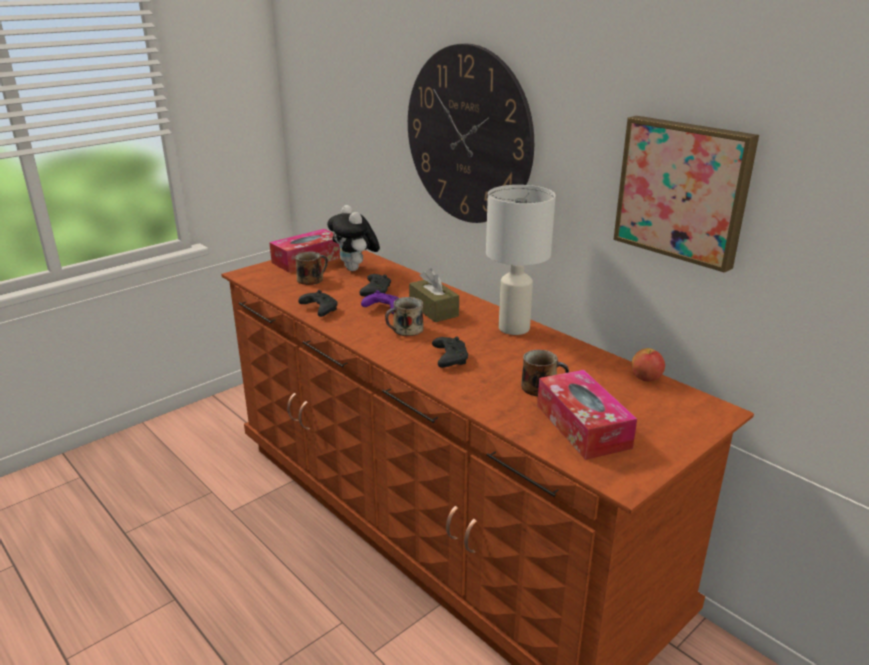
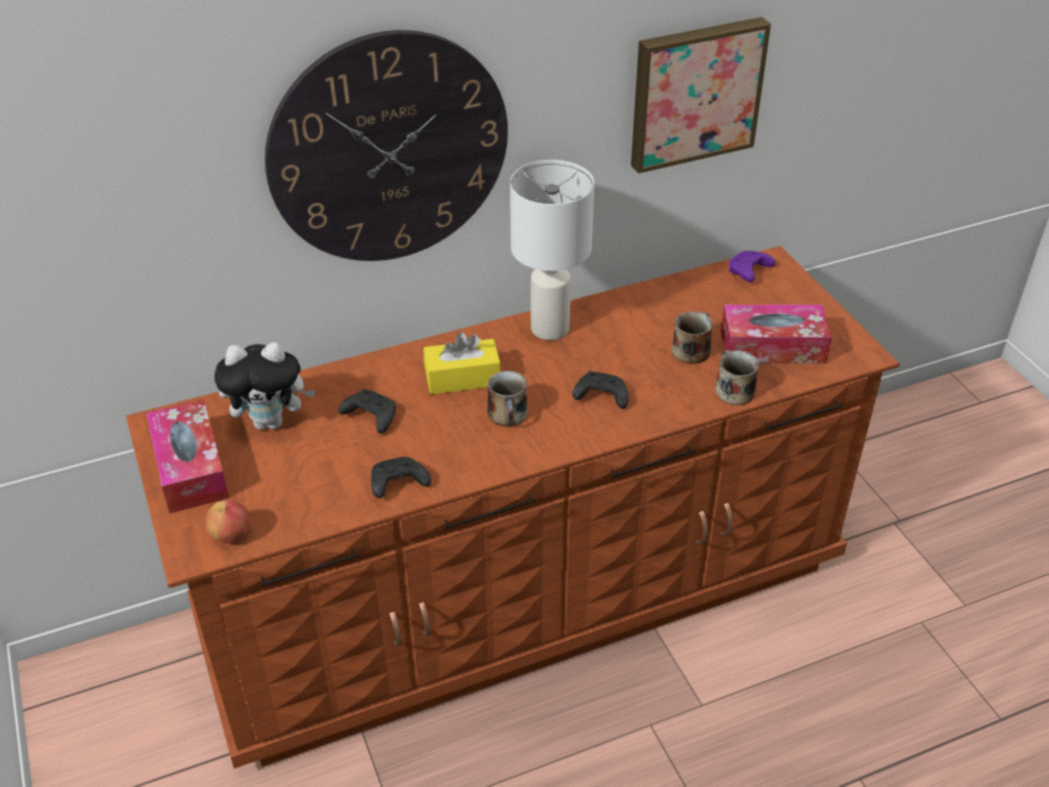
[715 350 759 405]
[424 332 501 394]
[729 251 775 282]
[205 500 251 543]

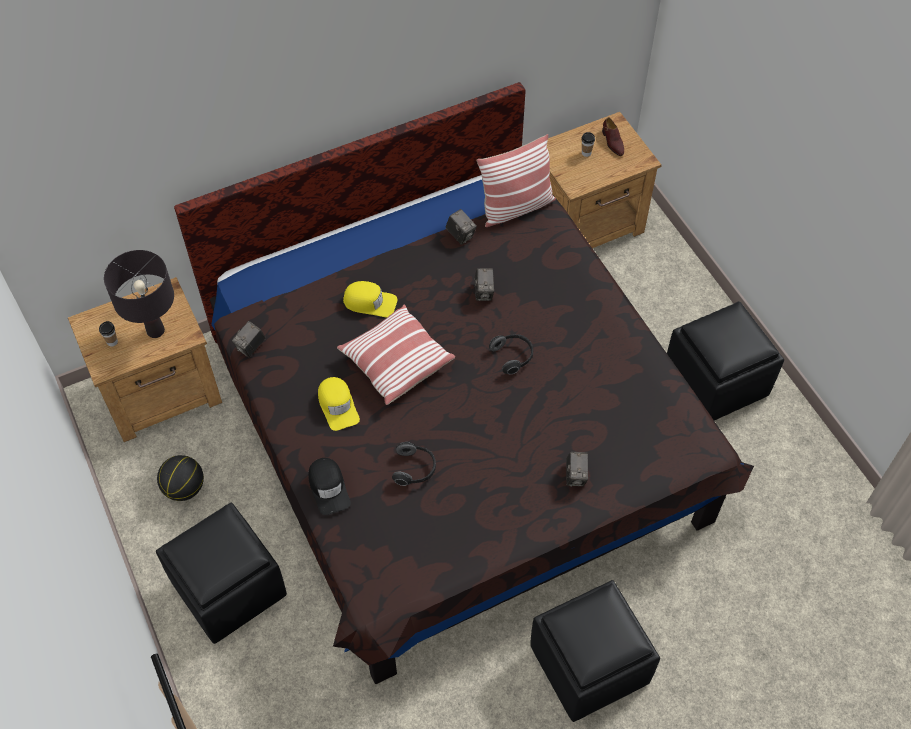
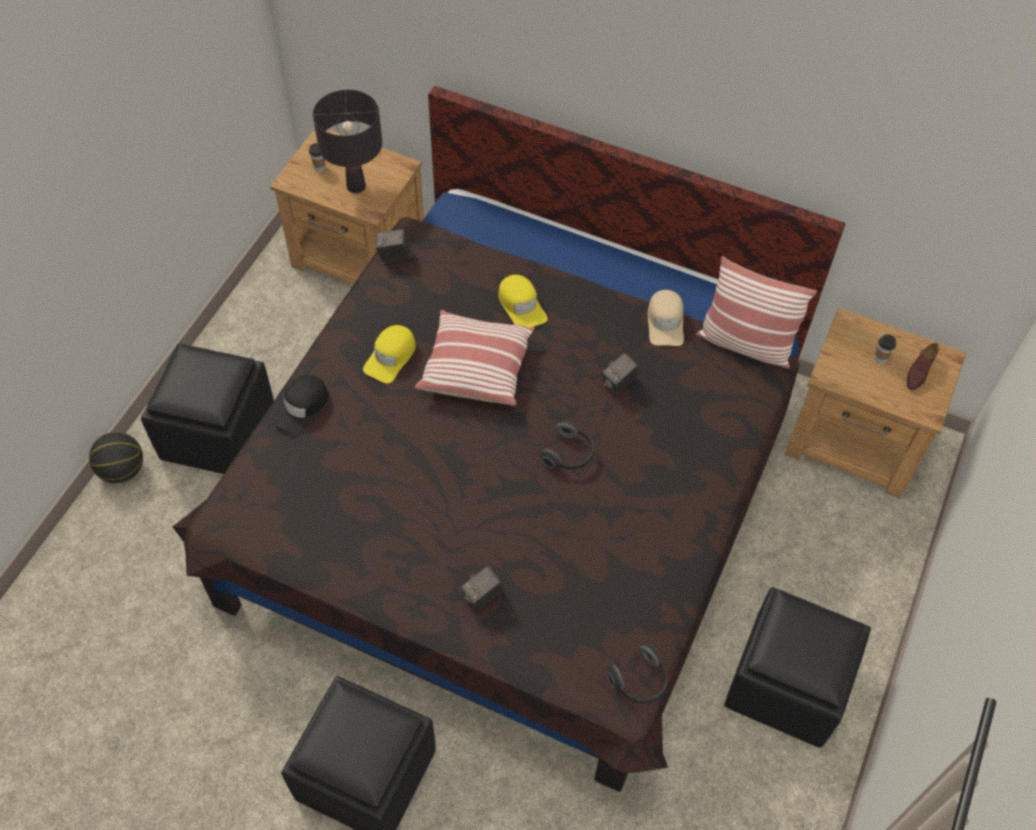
[648 290 684 346]
[607 644 668 704]
[89 432 143 483]

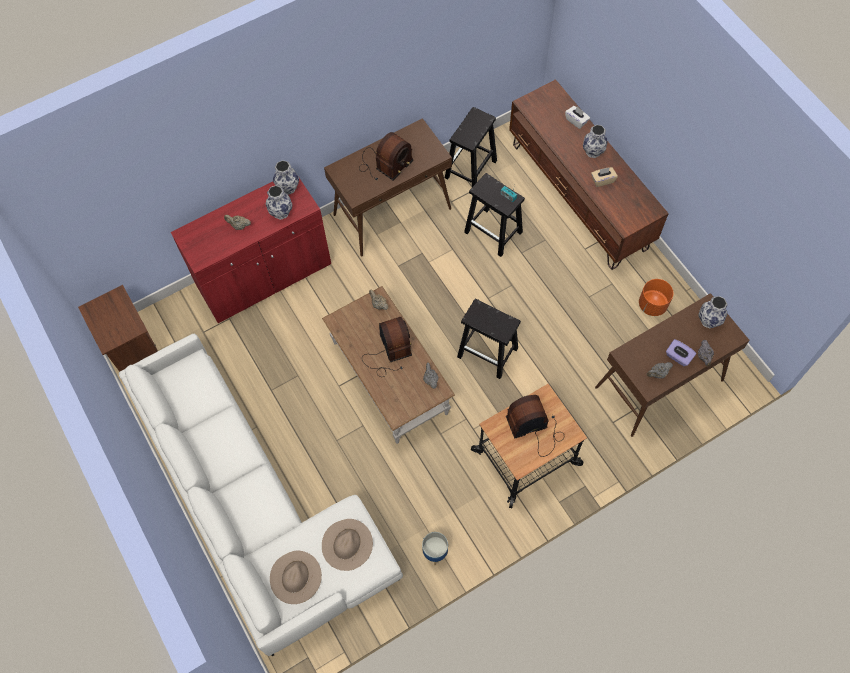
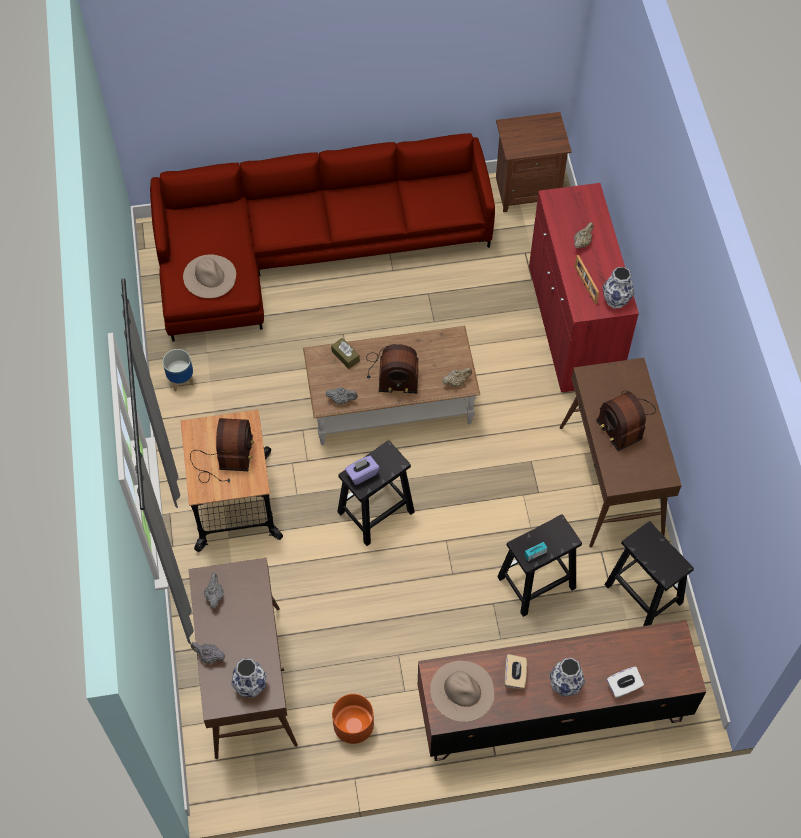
[575 255 599 304]
[150 133 495 342]
[345 456 379 485]
[430 661 494 722]
[331 338 360 369]

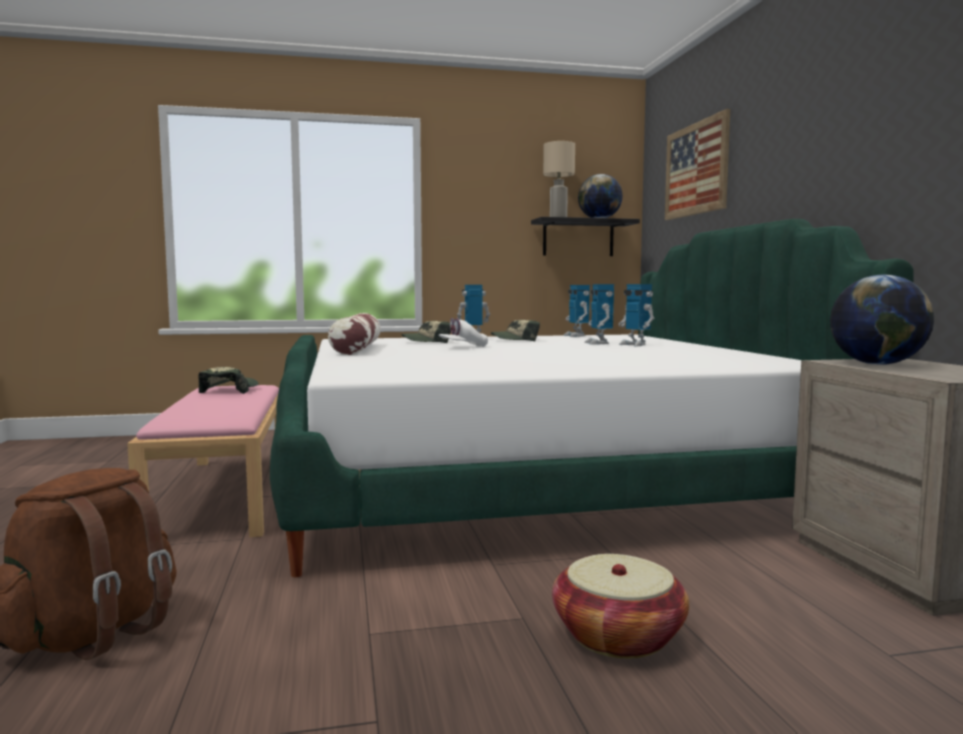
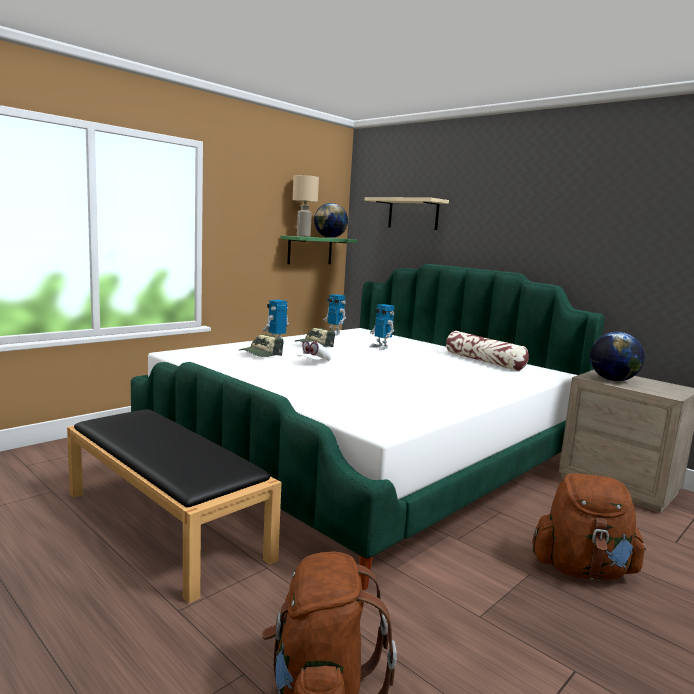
[365 197 449 230]
[280 236 357 264]
[619 284 654 346] (first image)
[446 331 529 371]
[198 367 259 394] (first image)
[67 409 281 603]
[532 473 646 580]

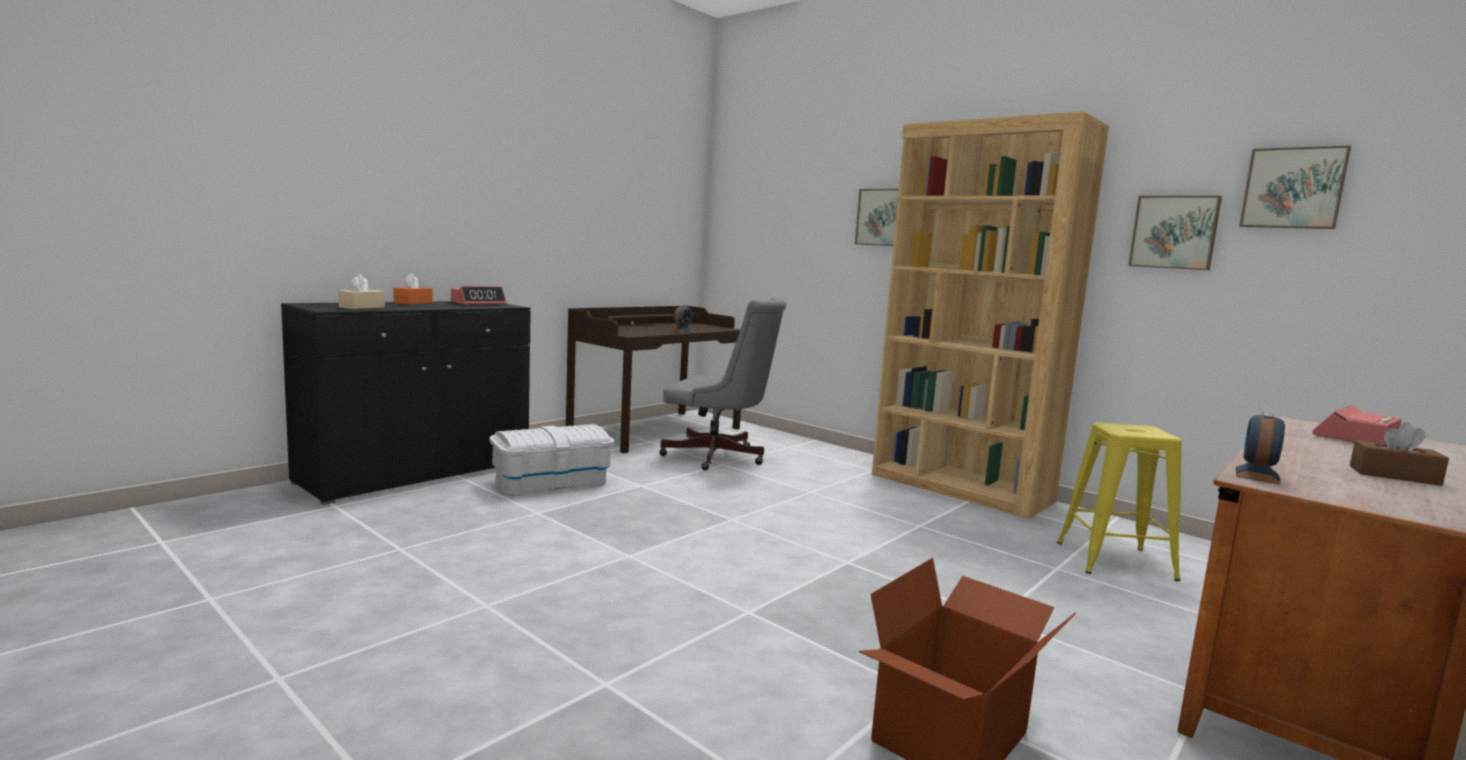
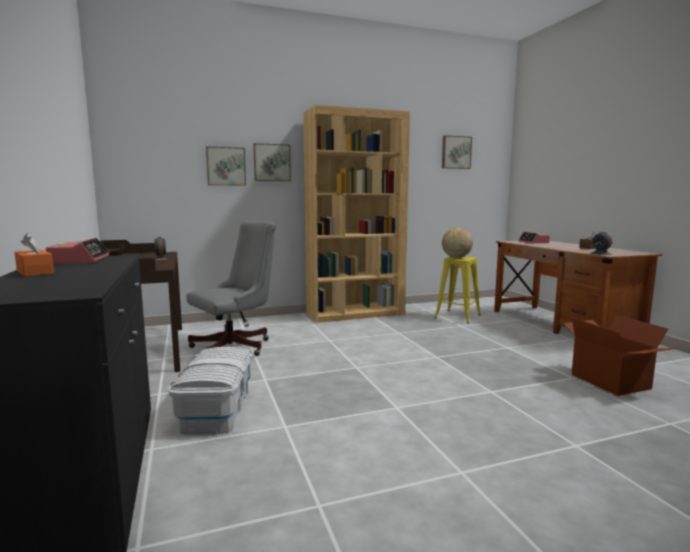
[206 146 246 186]
[338 274 385 309] (first image)
[442 228 473 258]

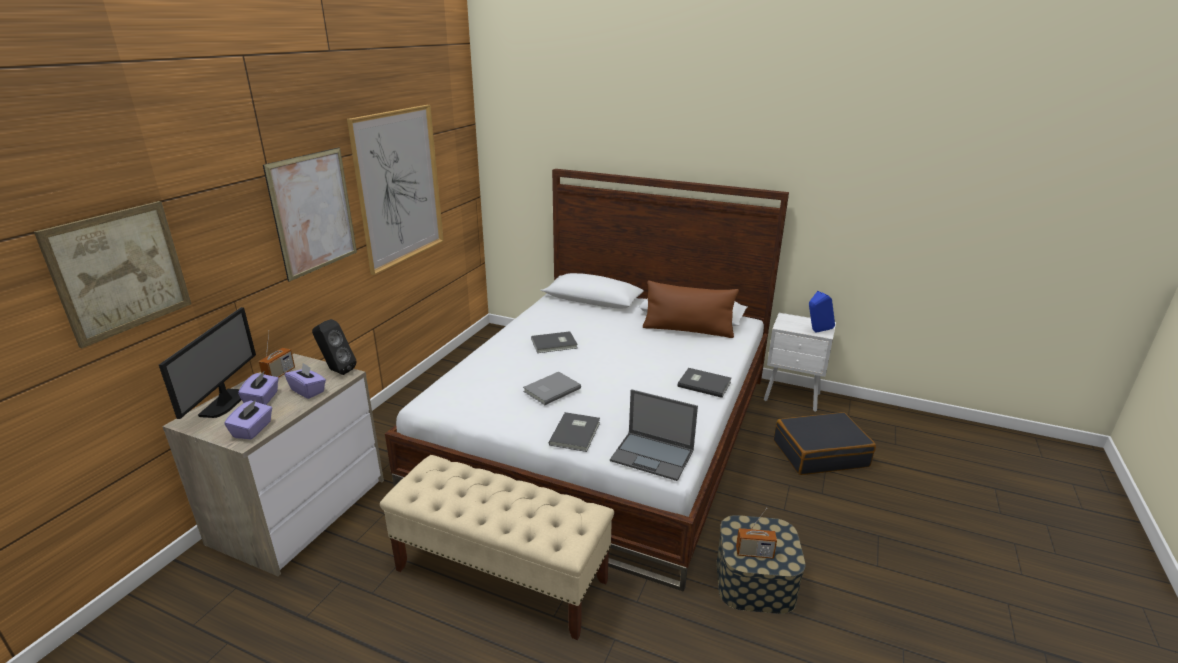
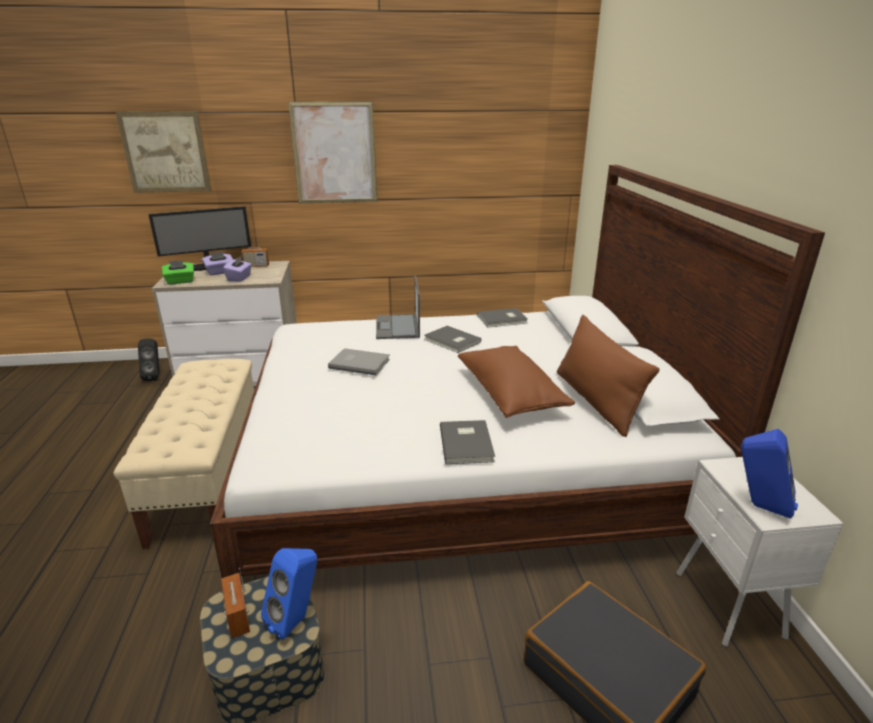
[347 105 444 275] (first image)
[138 339 160 381]
[376 276 420 339]
[162 260 194 285]
[477 308 528 327]
[458 346 575 418]
[261 548 317 640]

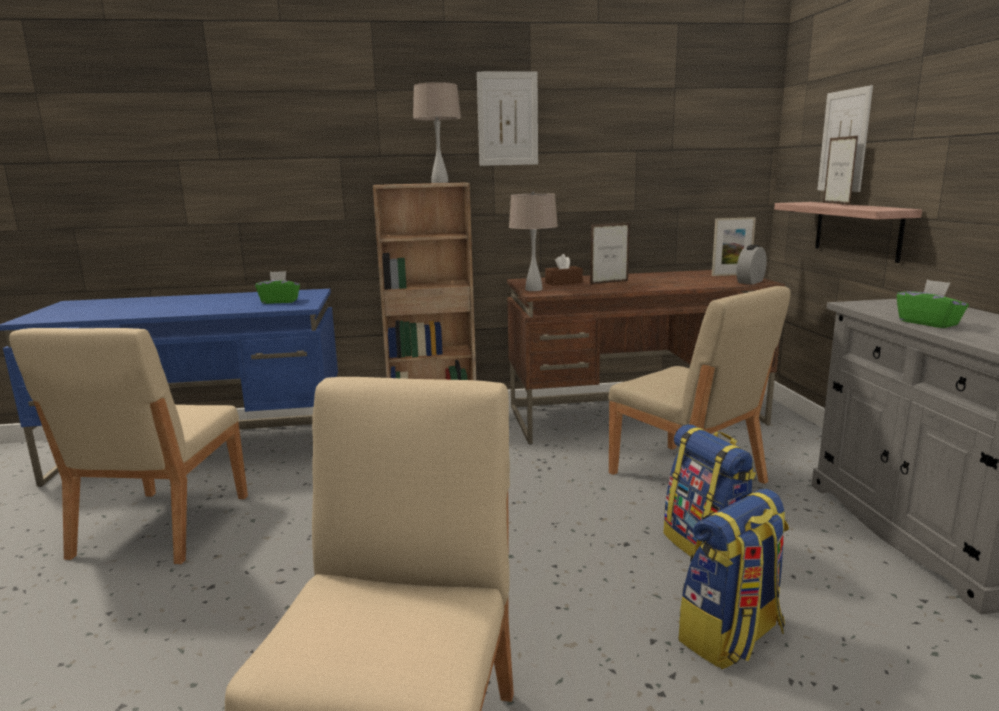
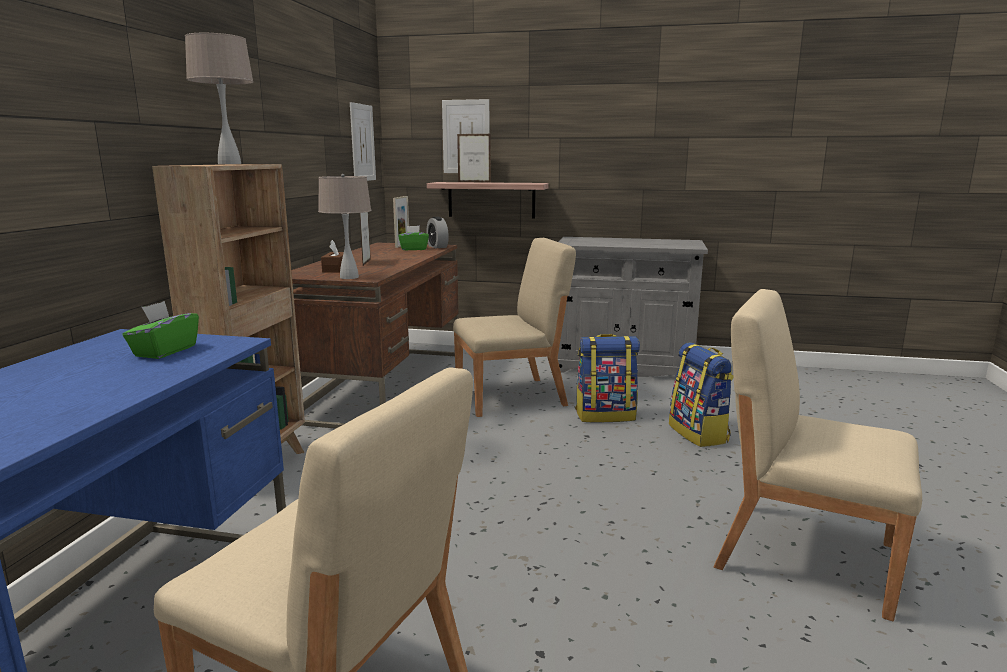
[350 102 376 181]
[398 226 429 250]

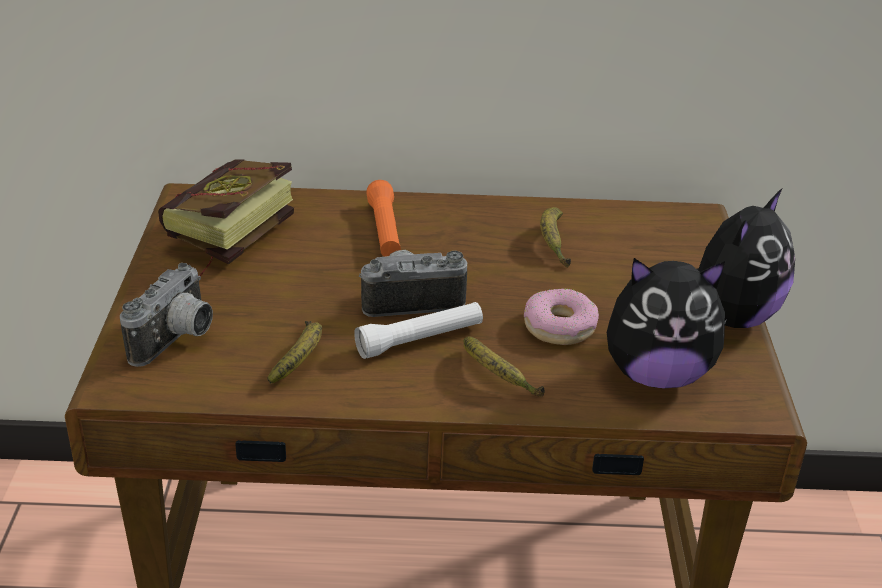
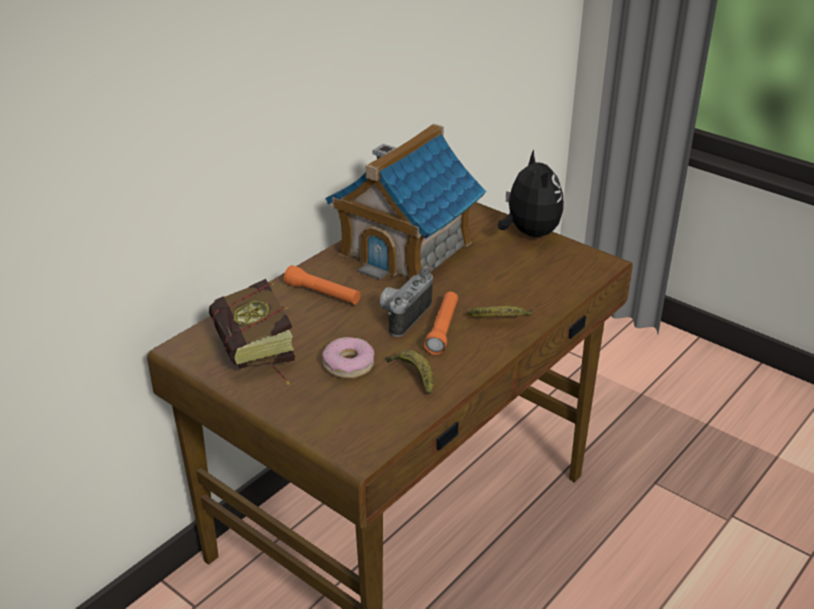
[325 124 486 280]
[607 258 727 388] (first image)
[120 263 213 367] (first image)
[322 337 374 378]
[424 292 458 355]

